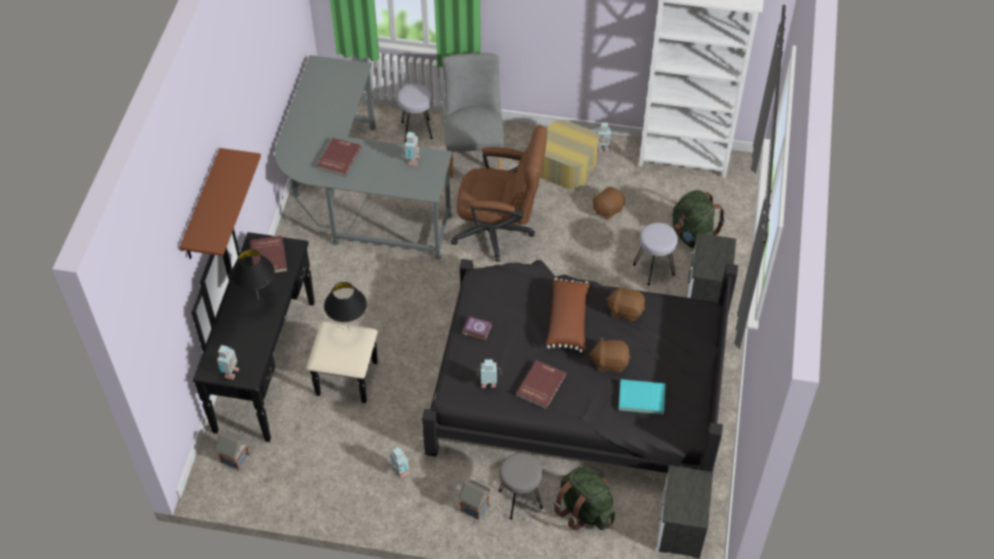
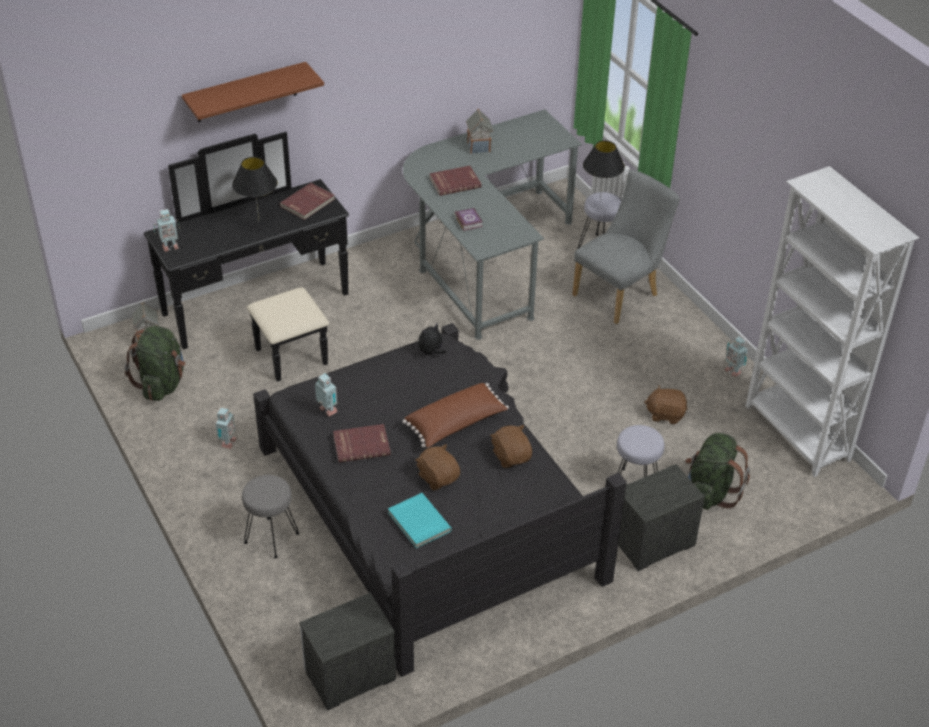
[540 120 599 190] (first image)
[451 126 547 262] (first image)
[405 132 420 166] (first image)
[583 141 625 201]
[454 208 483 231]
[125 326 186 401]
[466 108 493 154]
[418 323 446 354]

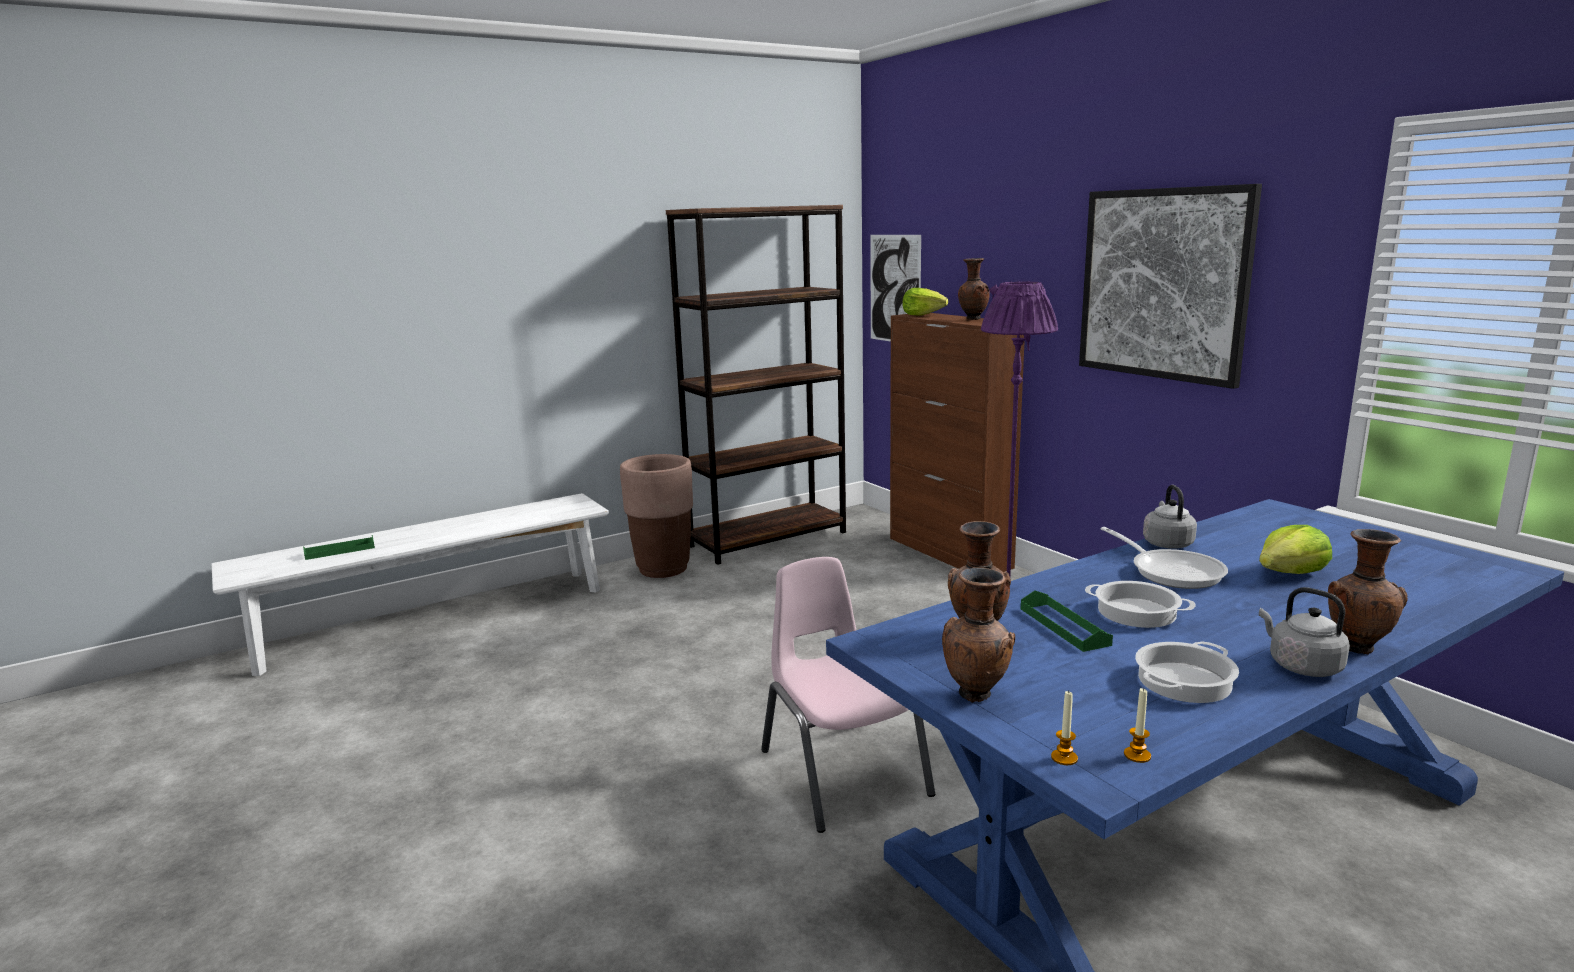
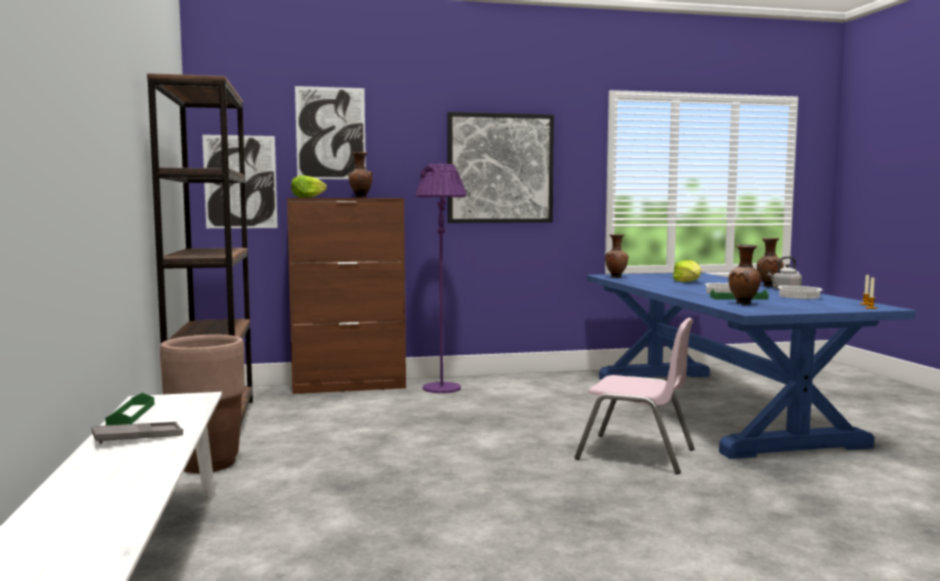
[1143 485 1197 549] (first image)
[1101 527 1228 589] (first image)
[105 393 154 425]
[575 318 695 474]
[605 234 628 278]
[295 86 366 179]
[92 422 183 444]

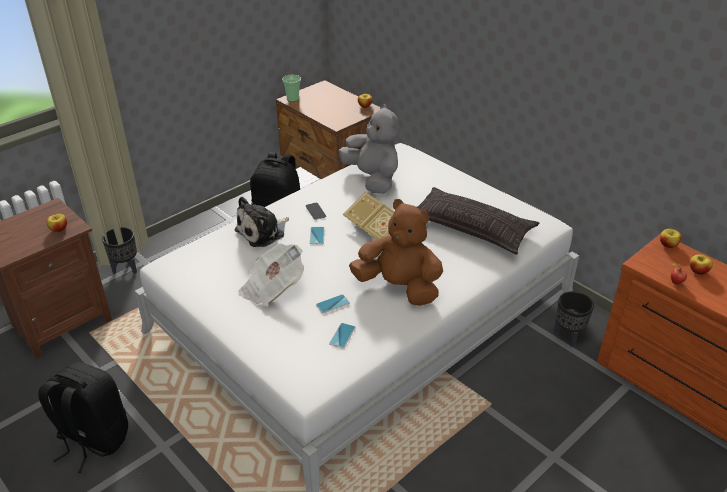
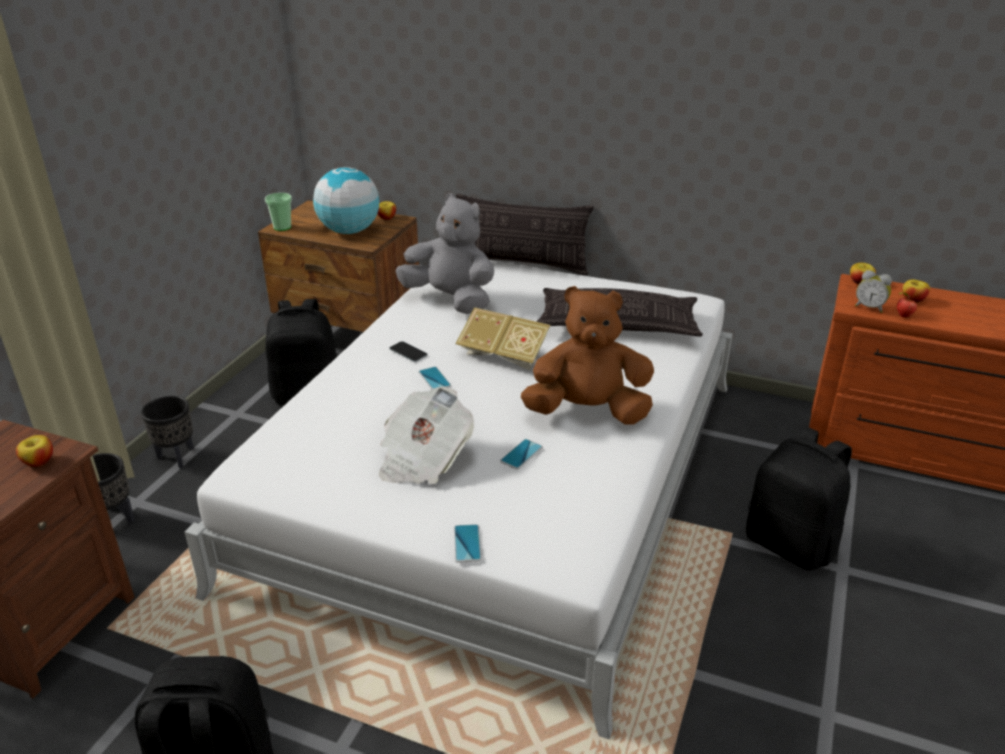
[234 196 289 247] (first image)
[141 396 193 469]
[454 524 482 563]
[313 167 379 234]
[456 194 594 275]
[855 270 892 313]
[746 427 852 570]

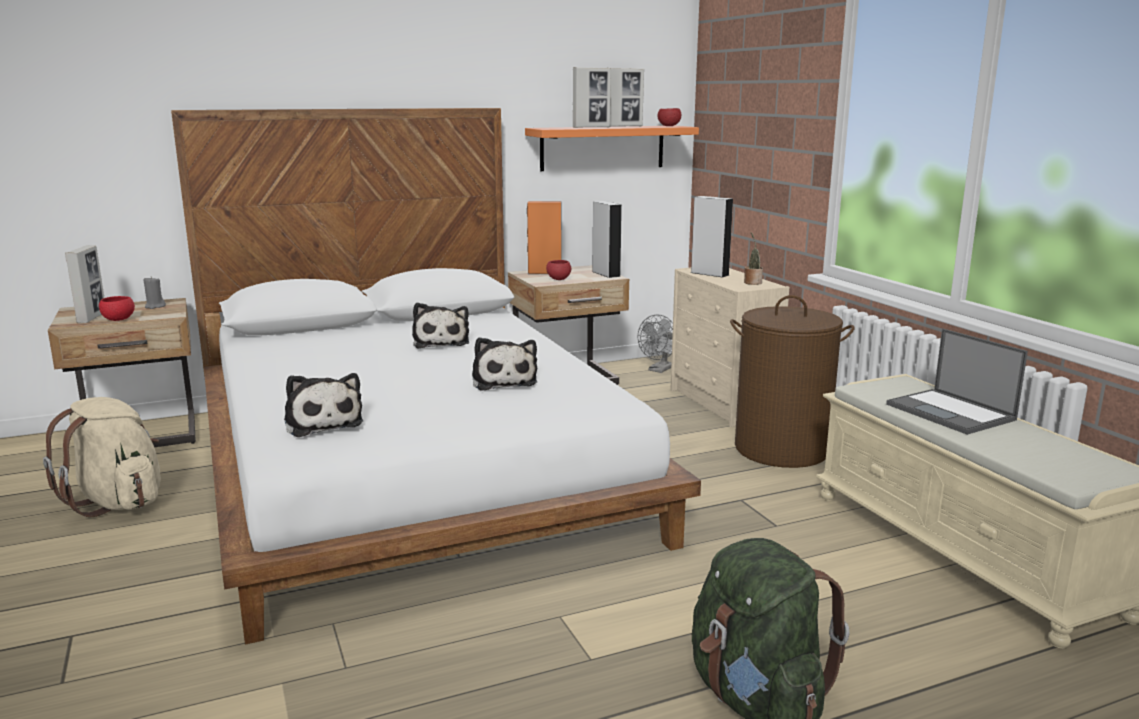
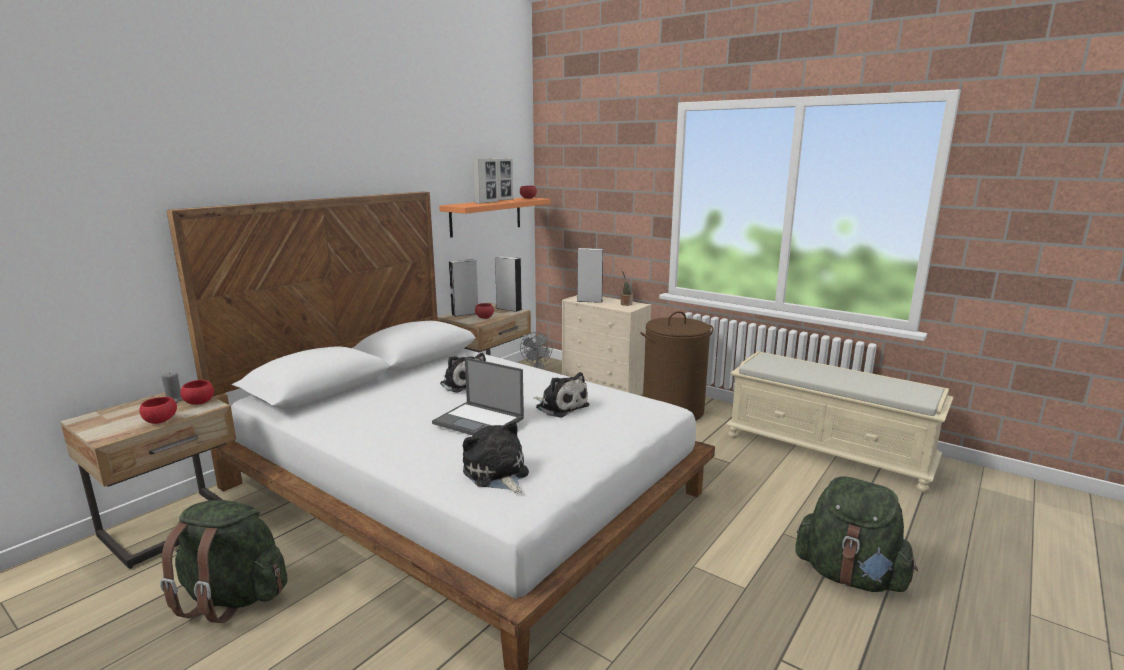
[449 259 478 317]
[65 245 104 324] (first image)
[432 357 524 435]
[463 420 529 493]
[160 500 287 623]
[180 380 214 405]

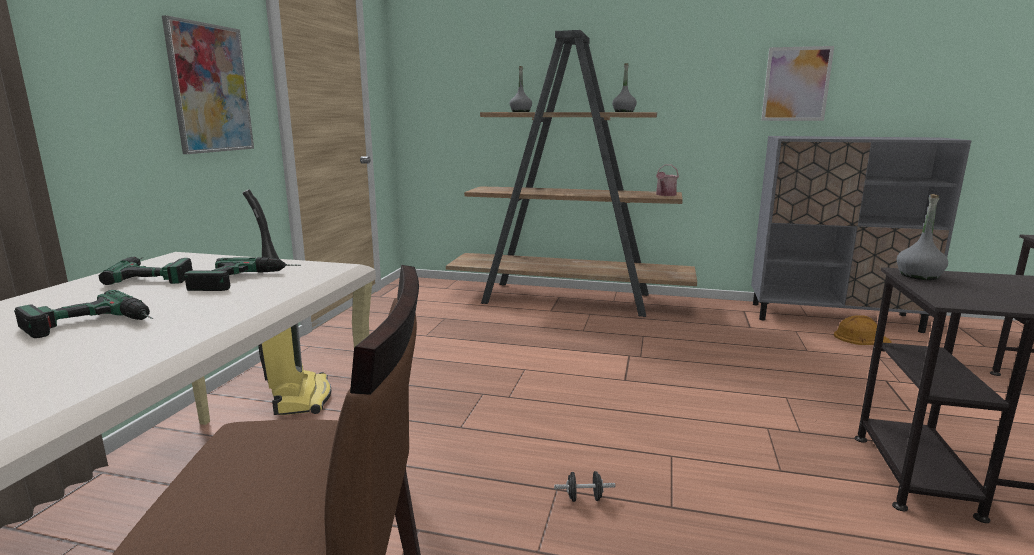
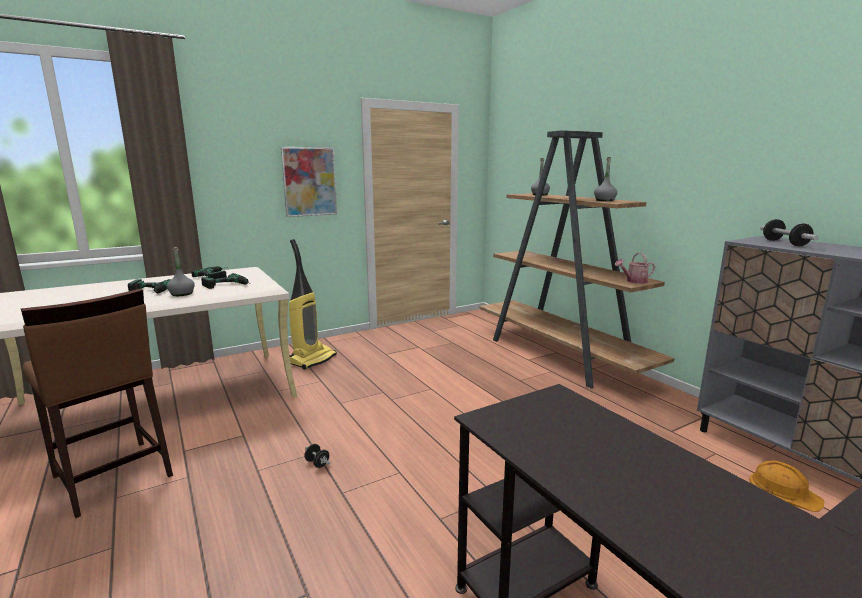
[761 46 834 121] (first image)
[167 247 195 296]
[760 219 819 246]

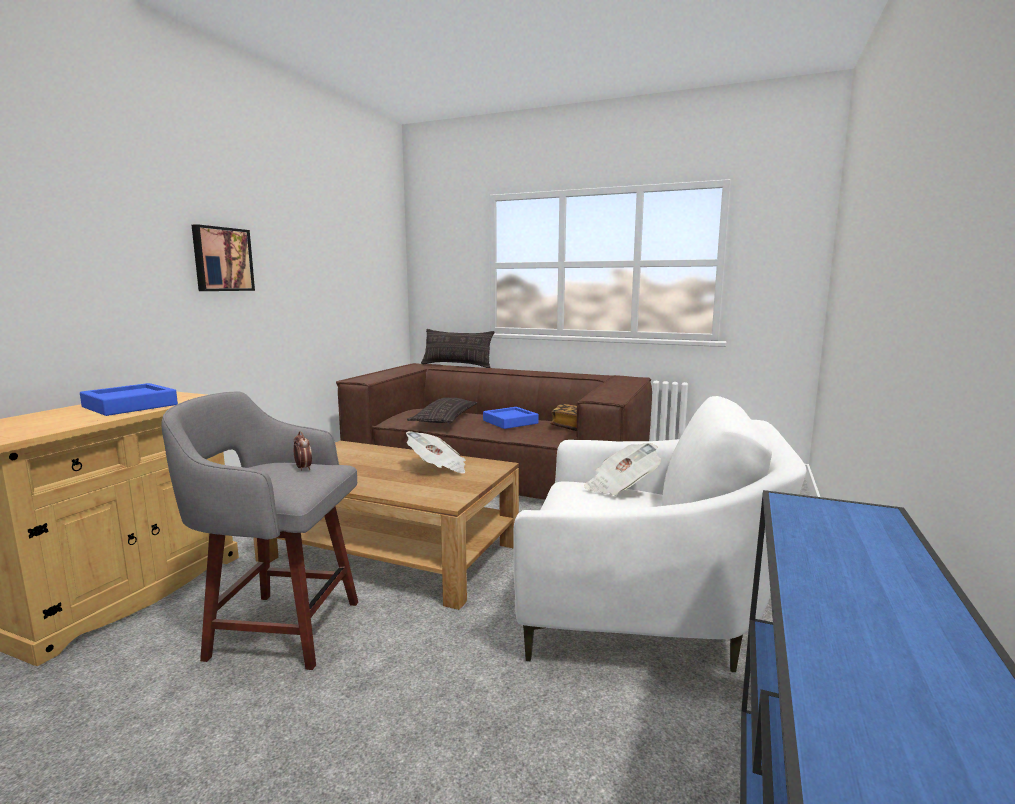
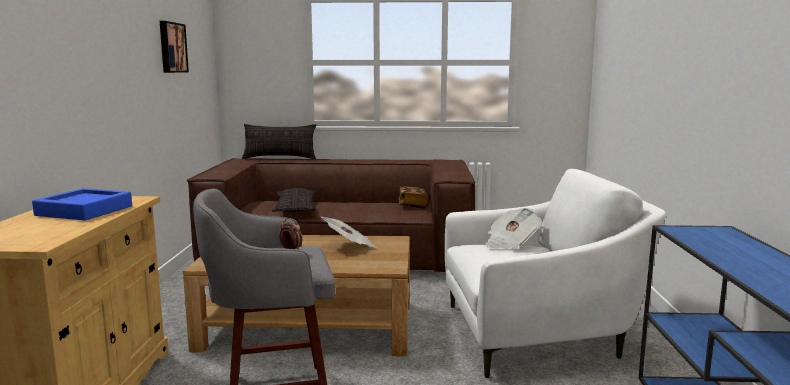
[160 21 189 73]
[483 407 539 429] (first image)

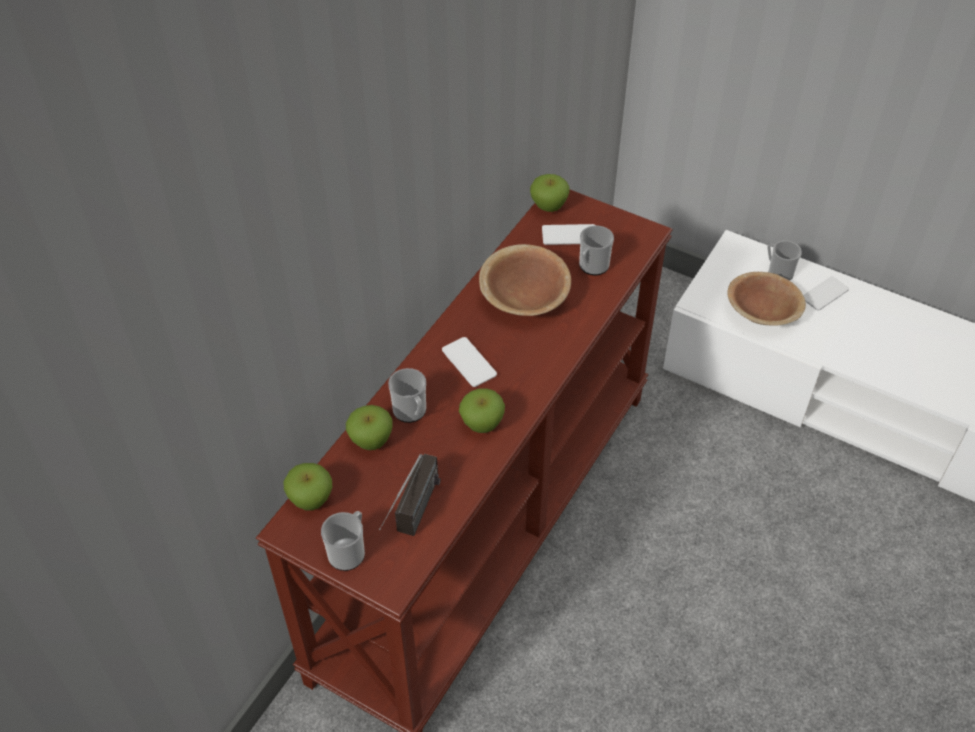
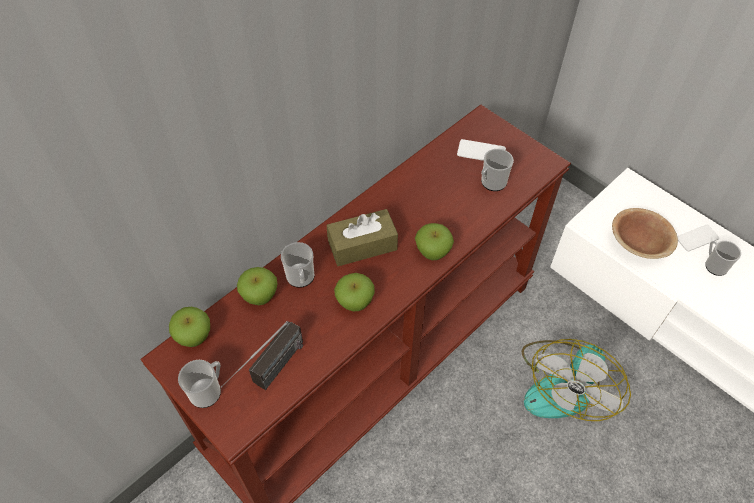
[415 223 454 260]
[705 241 741 276]
[479 244 571 316] (first image)
[327 209 398 266]
[522 339 631 421]

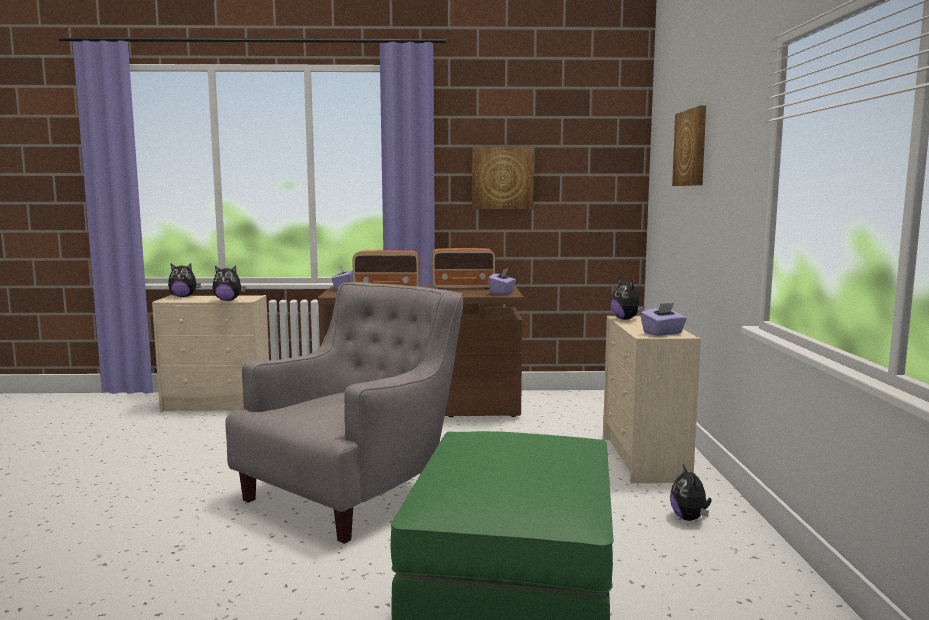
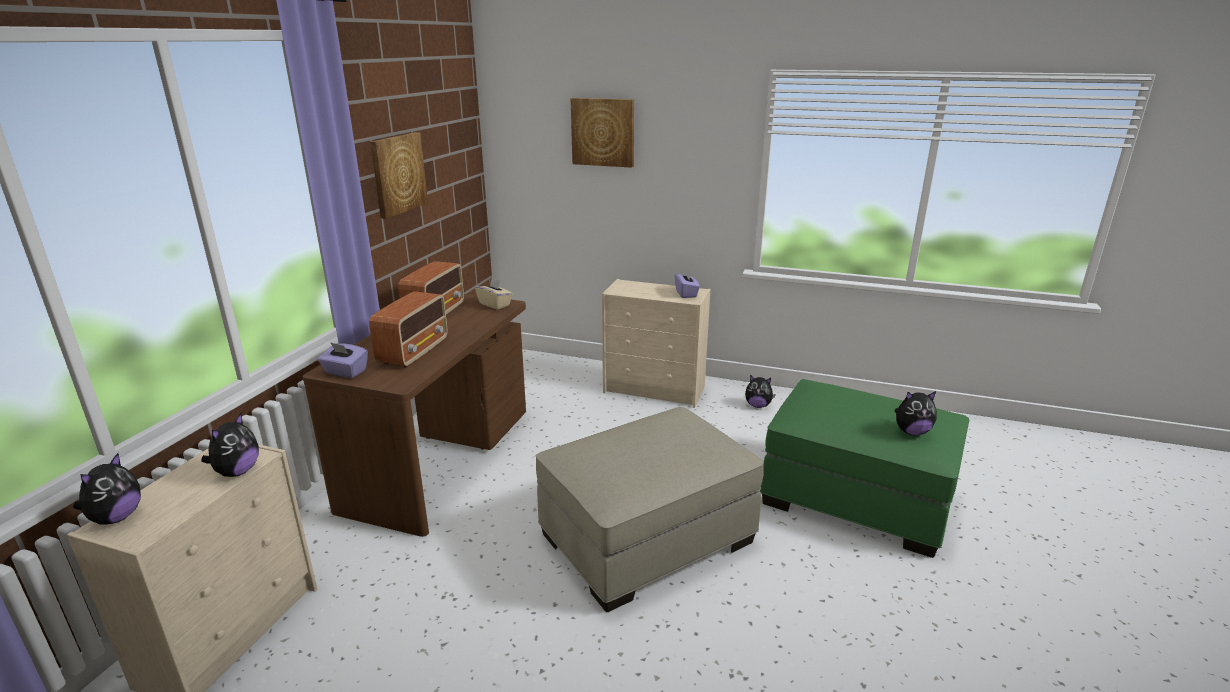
[475 278 512 310]
[894 391 937 435]
[536 407 764 612]

